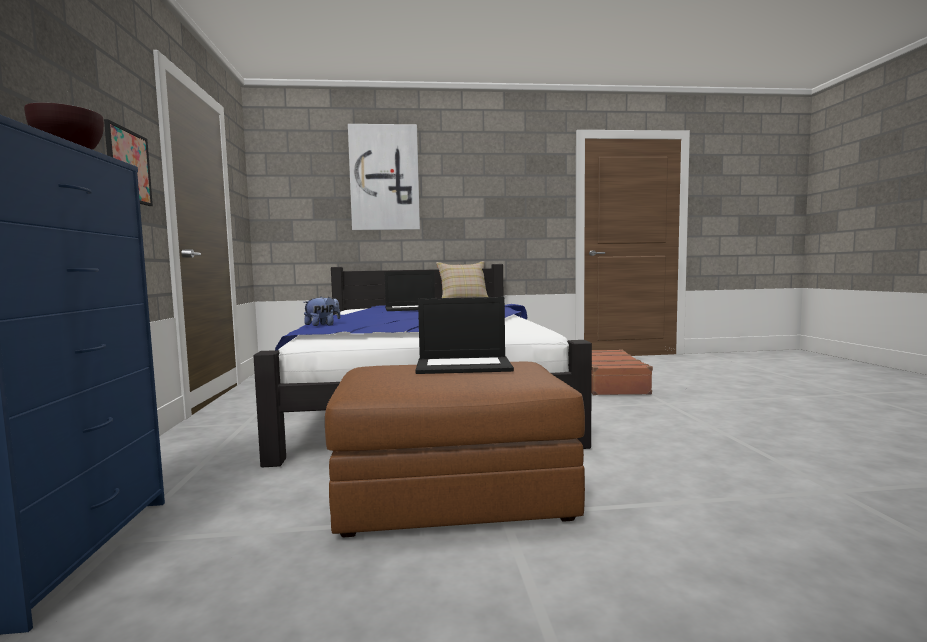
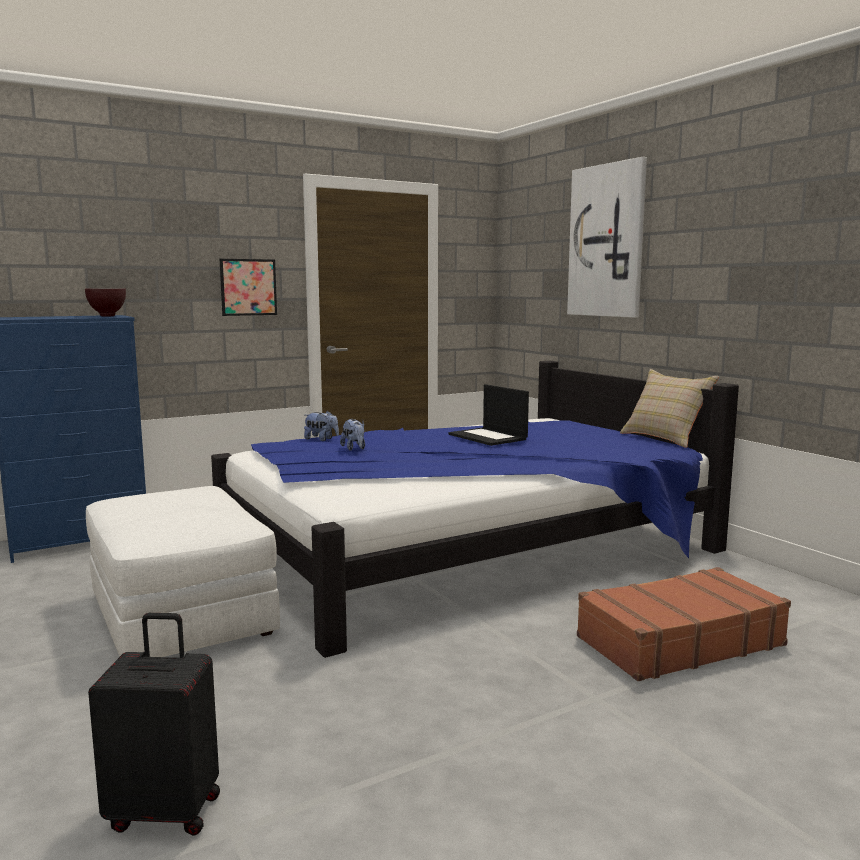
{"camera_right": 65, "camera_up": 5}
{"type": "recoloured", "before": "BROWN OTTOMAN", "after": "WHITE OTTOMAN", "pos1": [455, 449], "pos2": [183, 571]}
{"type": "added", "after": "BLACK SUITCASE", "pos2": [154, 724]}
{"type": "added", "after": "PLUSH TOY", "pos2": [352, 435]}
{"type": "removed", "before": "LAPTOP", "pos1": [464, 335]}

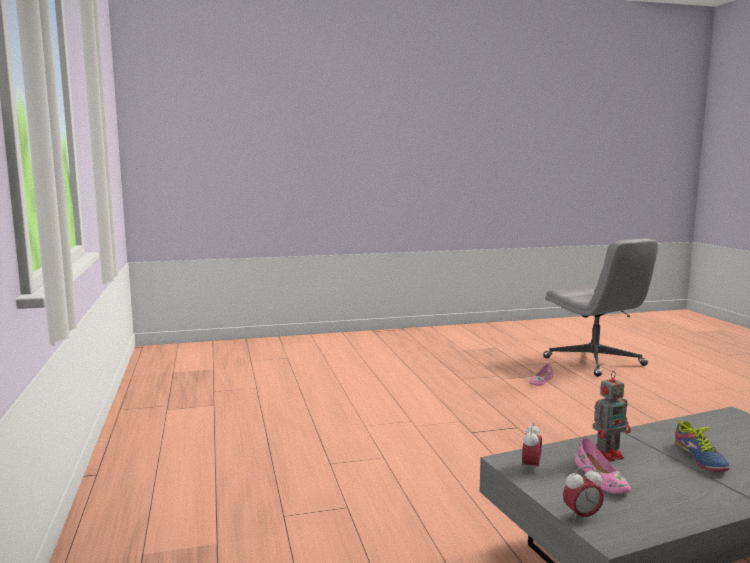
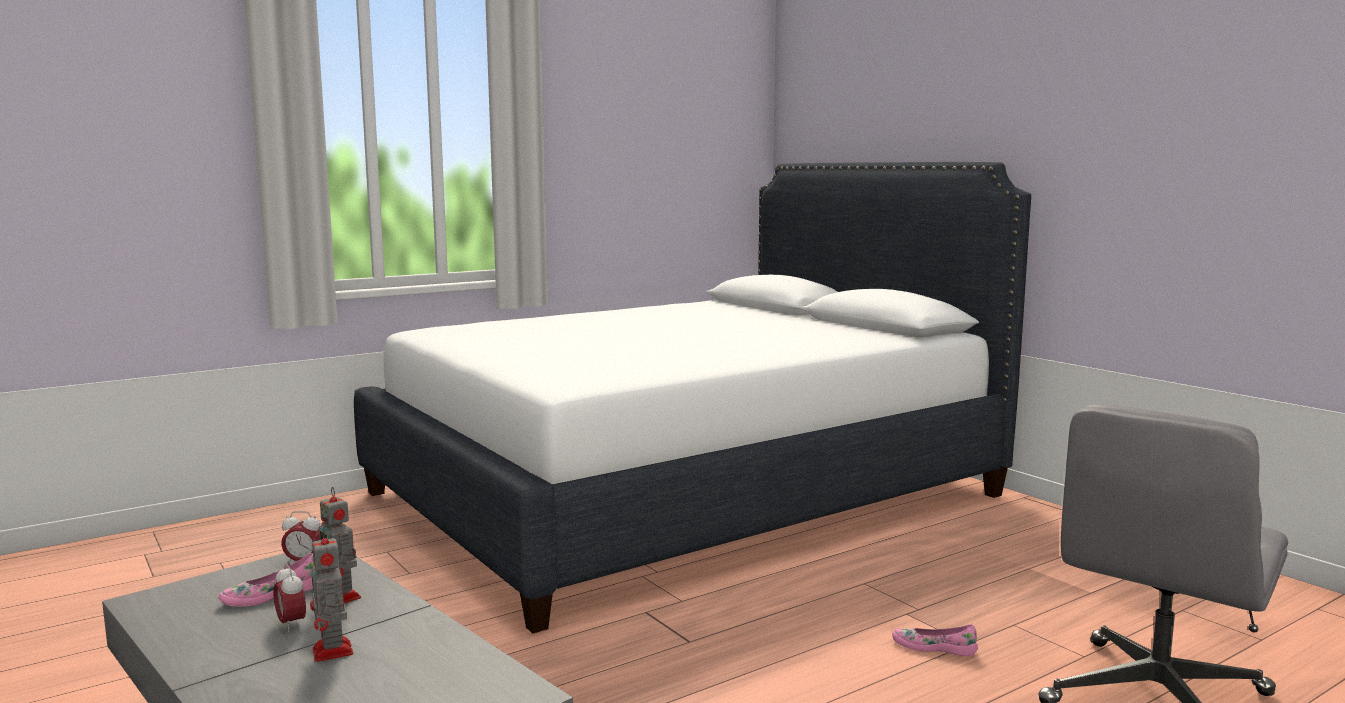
{"camera_right": 70, "camera_up": 0}
{"type": "moved", "before": "ALARM CLOCK", "pos1": [583, 494], "pos2": [289, 598]}
{"type": "replaced", "before": "SHOE", "after": "TOY ROBOT", "pos1": [702, 445], "pos2": [331, 595]}
{"type": "added", "after": "WHITE BED", "pos2": [692, 397]}

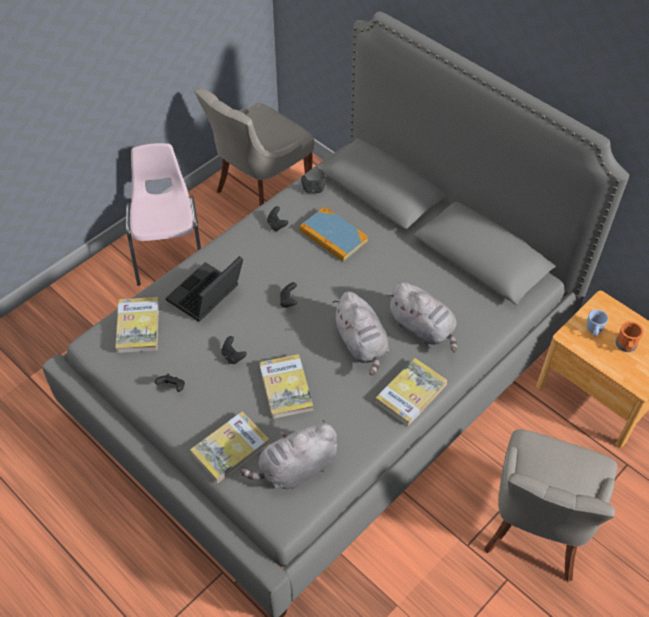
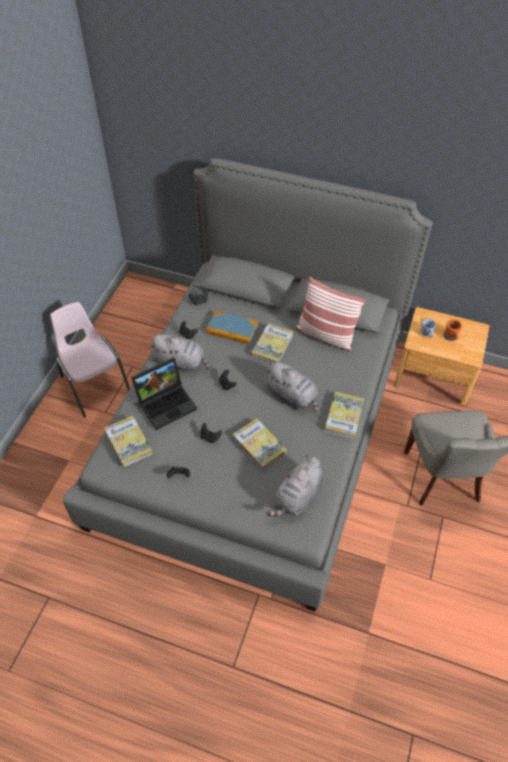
{"camera_right": -25, "camera_up": 0}
{"type": "turned", "before": "LAPTOP", "pos1": [204, 289], "pos2": [164, 394], "turn": -135}
{"type": "moved", "before": "GREY PLUSH TOY", "pos1": [422, 317], "pos2": [179, 353]}
{"type": "moved", "before": "BOOK", "pos1": [230, 447], "pos2": [273, 343]}
{"type": "added", "after": "PILLOW", "pos2": [330, 314]}
{"type": "removed", "before": "GREY CHAIR", "pos1": [254, 147]}

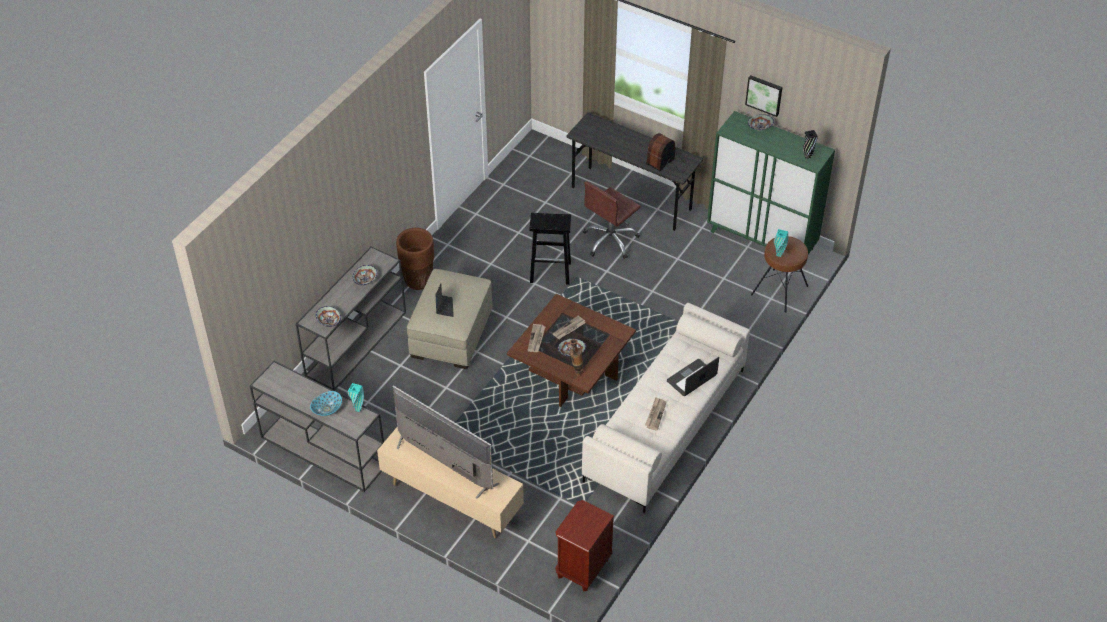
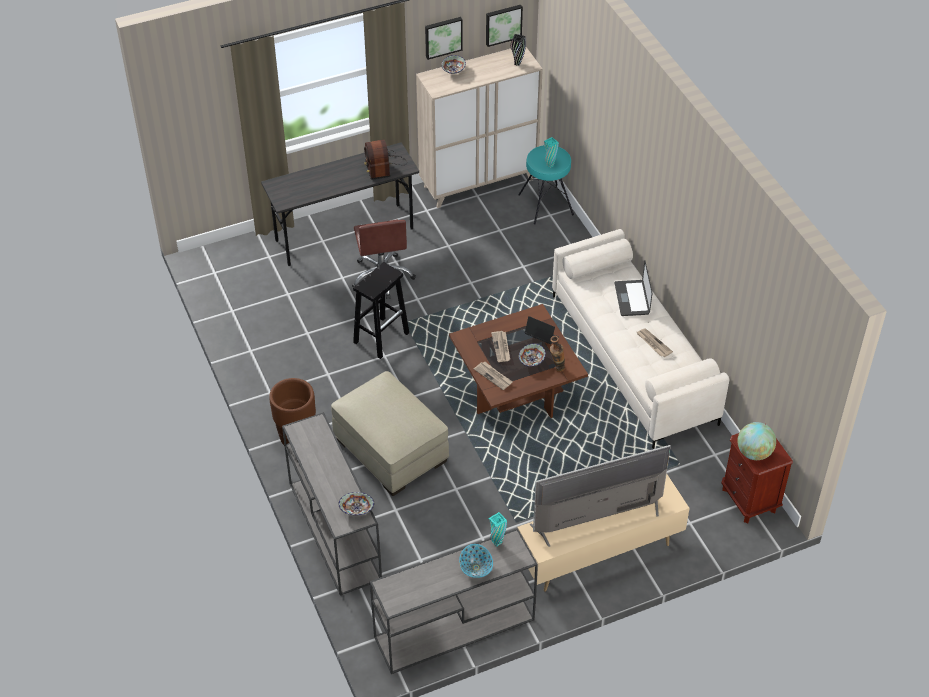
{"camera_right": -55, "camera_up": 0}
{"type": "recoloured", "before": "GREEN CABINET", "after": "BEIGE CABINET", "pos1": [771, 183], "pos2": [479, 127]}
{"type": "added", "after": "PICTURE", "pos2": [504, 26]}
{"type": "recoloured", "before": "BROWN STOOL", "after": "TURQUOISE STOOL", "pos1": [779, 274], "pos2": [546, 184]}
{"type": "moved", "before": "LAPTOP", "pos1": [445, 300], "pos2": [540, 330]}
{"type": "added", "after": "GLOBE", "pos2": [756, 441]}
{"type": "removed", "before": "BOWL", "pos1": [365, 275]}

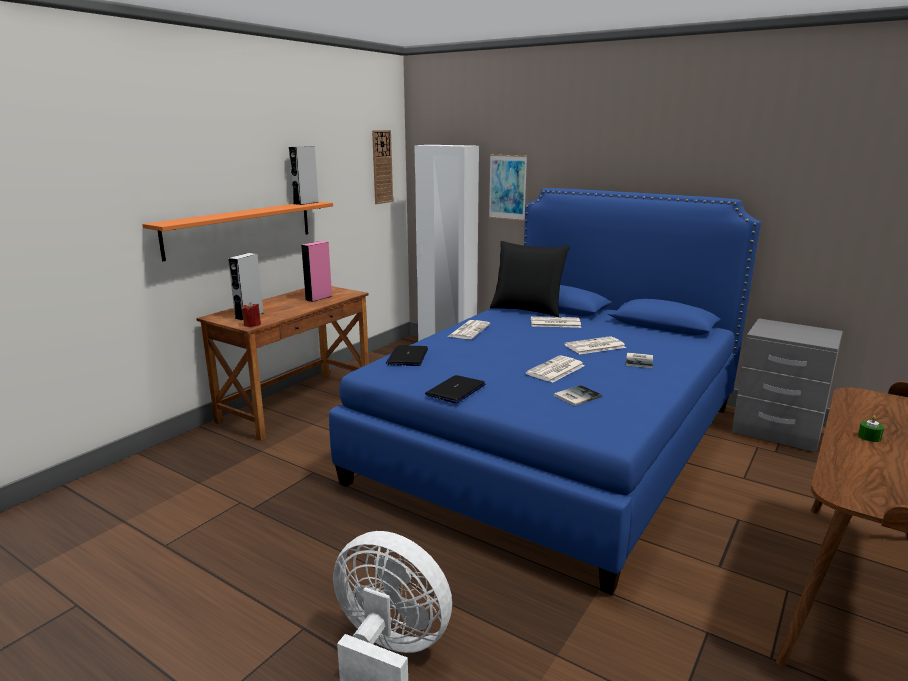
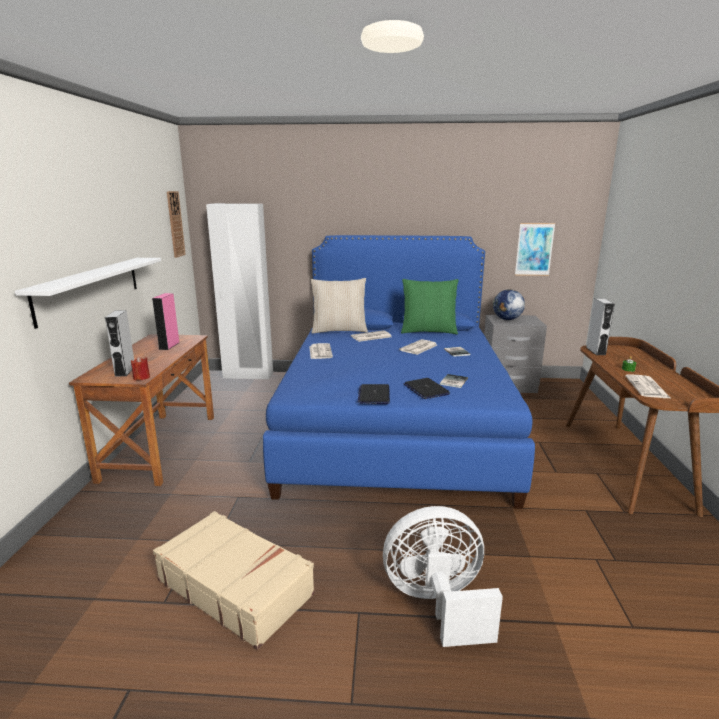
{"camera_right": -30, "camera_up": 0}
{"type": "recoloured", "before": "ORANGE SHELF", "after": "WHITE SHELF", "pos1": [237, 231], "pos2": [87, 293]}
{"type": "added", "after": "BEIGE SUITCASE", "pos2": [234, 580]}
{"type": "recoloured", "before": "BLACK PILLOW", "after": "BEIGE PILLOW", "pos1": [530, 279], "pos2": [339, 306]}
{"type": "added", "after": "GREEN PILLOW", "pos2": [430, 306]}
{"type": "moved", "before": "LAPTOP", "pos1": [407, 356], "pos2": [427, 388]}
{"type": "added", "after": "GLOBE", "pos2": [509, 304]}
{"type": "moved", "before": "PICTURE", "pos1": [508, 188], "pos2": [535, 249]}
{"type": "moved", "before": "GREY SPEAKER", "pos1": [304, 175], "pos2": [600, 326]}
{"type": "moved", "before": "NEWSPAPER", "pos1": [555, 369], "pos2": [647, 386]}

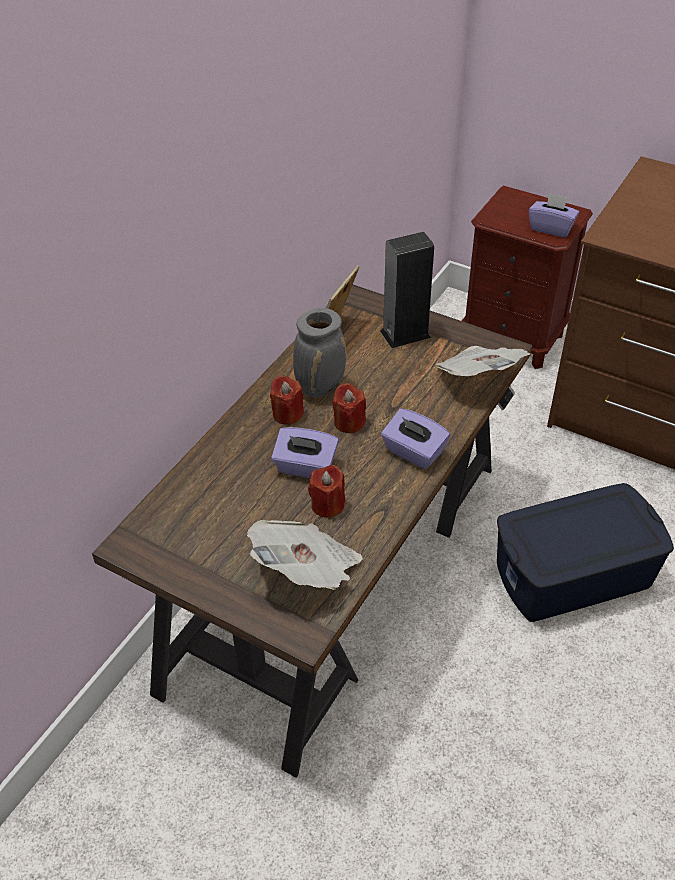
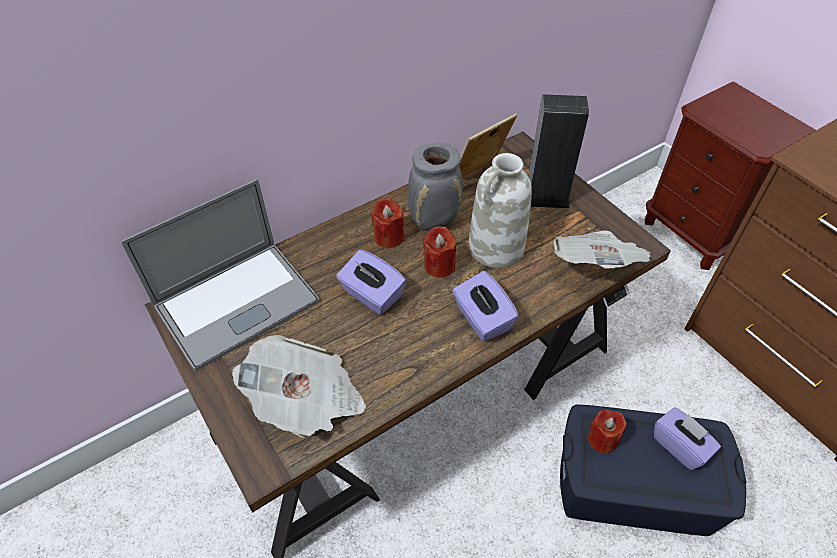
{"camera_right": 25, "camera_up": 5}
{"type": "added", "after": "LAPTOP", "pos2": [220, 275]}
{"type": "added", "after": "WHITE VASE", "pos2": [500, 210]}
{"type": "moved", "before": "RED CANDLE", "pos1": [326, 492], "pos2": [607, 432]}
{"type": "moved", "before": "PURPLE TISSUE BOX", "pos1": [554, 215], "pos2": [687, 438]}

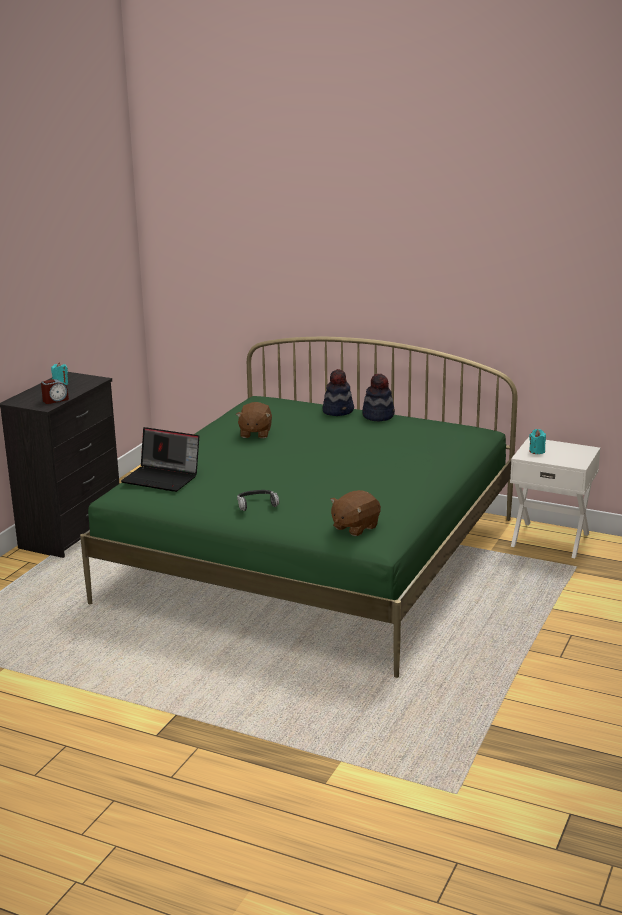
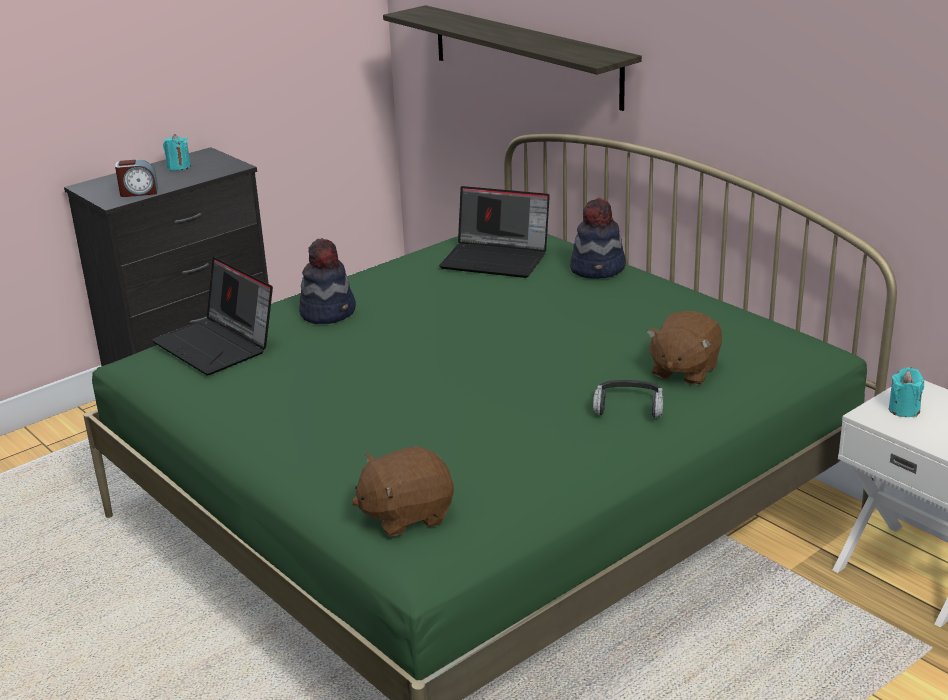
{"camera_right": 25, "camera_up": 5}
{"type": "moved", "before": "HAT", "pos1": [378, 397], "pos2": [327, 281]}
{"type": "added", "after": "SHELF", "pos2": [512, 58]}
{"type": "added", "after": "LAPTOP", "pos2": [494, 232]}
{"type": "moved", "before": "HEADPHONES", "pos1": [258, 500], "pos2": [628, 399]}
{"type": "moved", "before": "BROWN PLUSH TOY", "pos1": [254, 420], "pos2": [684, 348]}

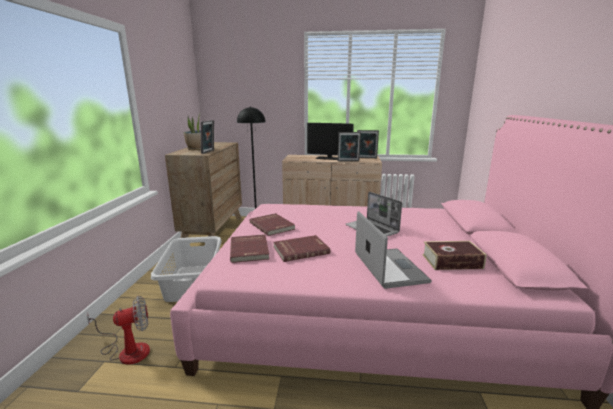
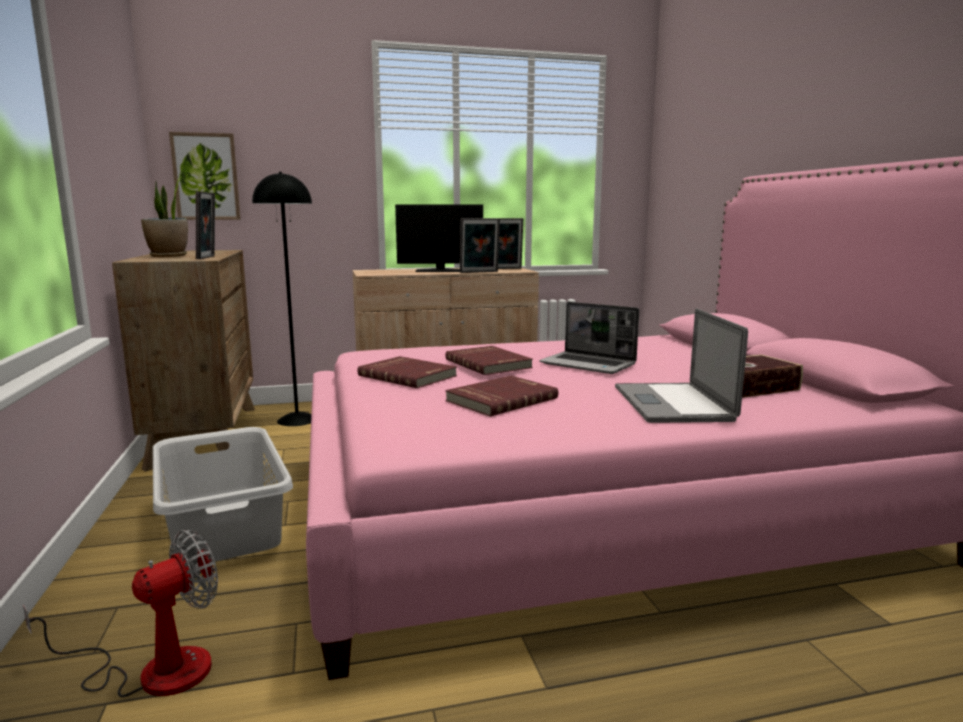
{"camera_right": -20, "camera_up": -5}
{"type": "added", "after": "PICTURE", "pos2": [205, 176]}
{"type": "moved", "before": "RED BOOK", "pos1": [249, 248], "pos2": [489, 360]}
{"type": "turned", "before": "LAPTOP", "pos1": [393, 250], "pos2": [681, 365], "turn": -150}

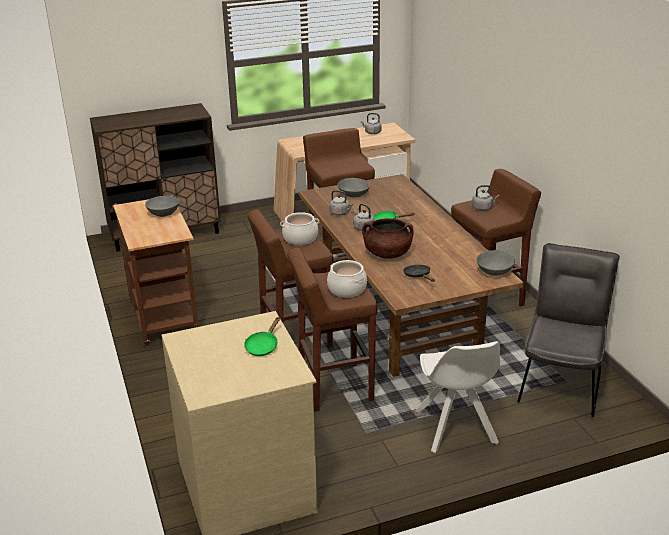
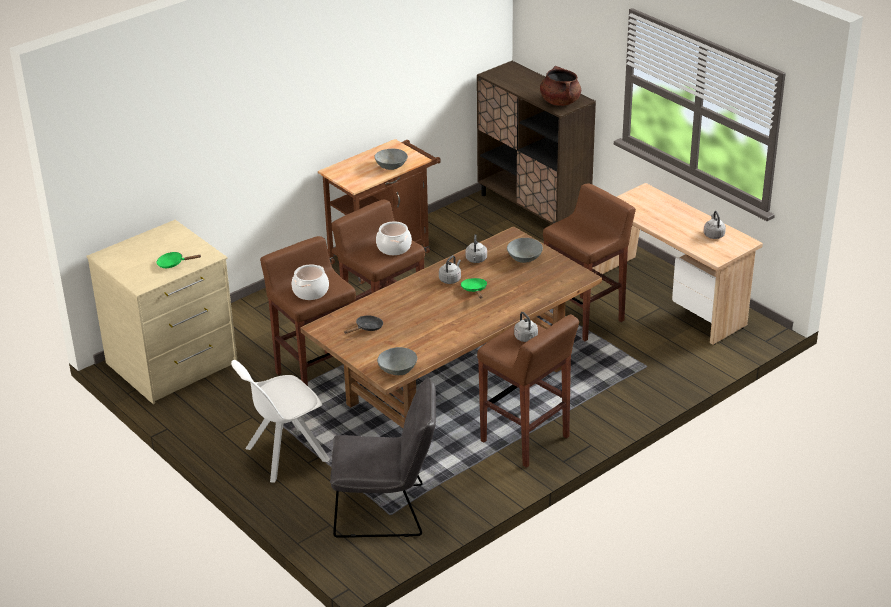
{"camera_right": 70, "camera_up": 5}
{"type": "moved", "before": "BROWN COOKING POT", "pos1": [388, 238], "pos2": [560, 86]}

